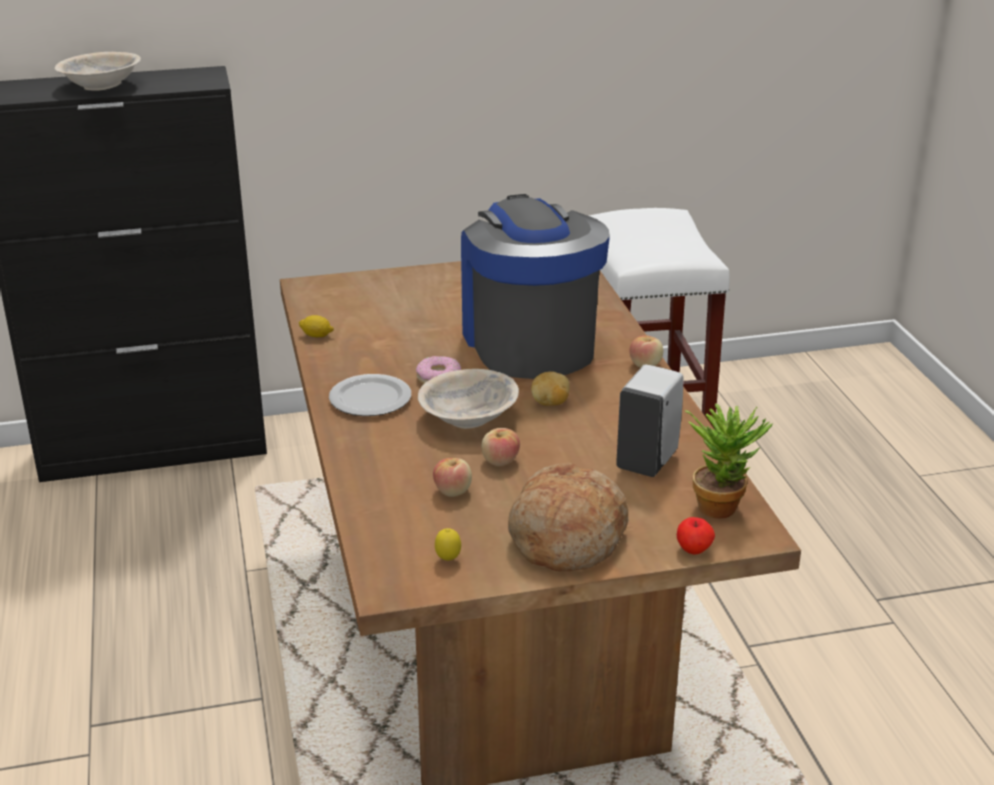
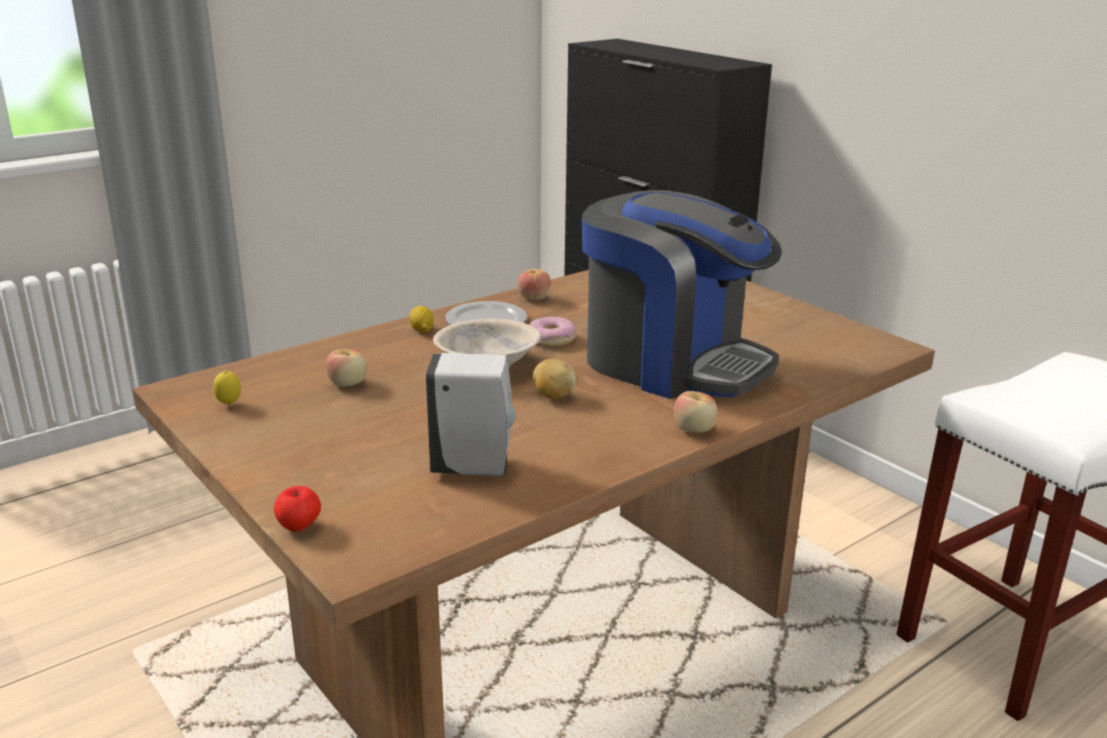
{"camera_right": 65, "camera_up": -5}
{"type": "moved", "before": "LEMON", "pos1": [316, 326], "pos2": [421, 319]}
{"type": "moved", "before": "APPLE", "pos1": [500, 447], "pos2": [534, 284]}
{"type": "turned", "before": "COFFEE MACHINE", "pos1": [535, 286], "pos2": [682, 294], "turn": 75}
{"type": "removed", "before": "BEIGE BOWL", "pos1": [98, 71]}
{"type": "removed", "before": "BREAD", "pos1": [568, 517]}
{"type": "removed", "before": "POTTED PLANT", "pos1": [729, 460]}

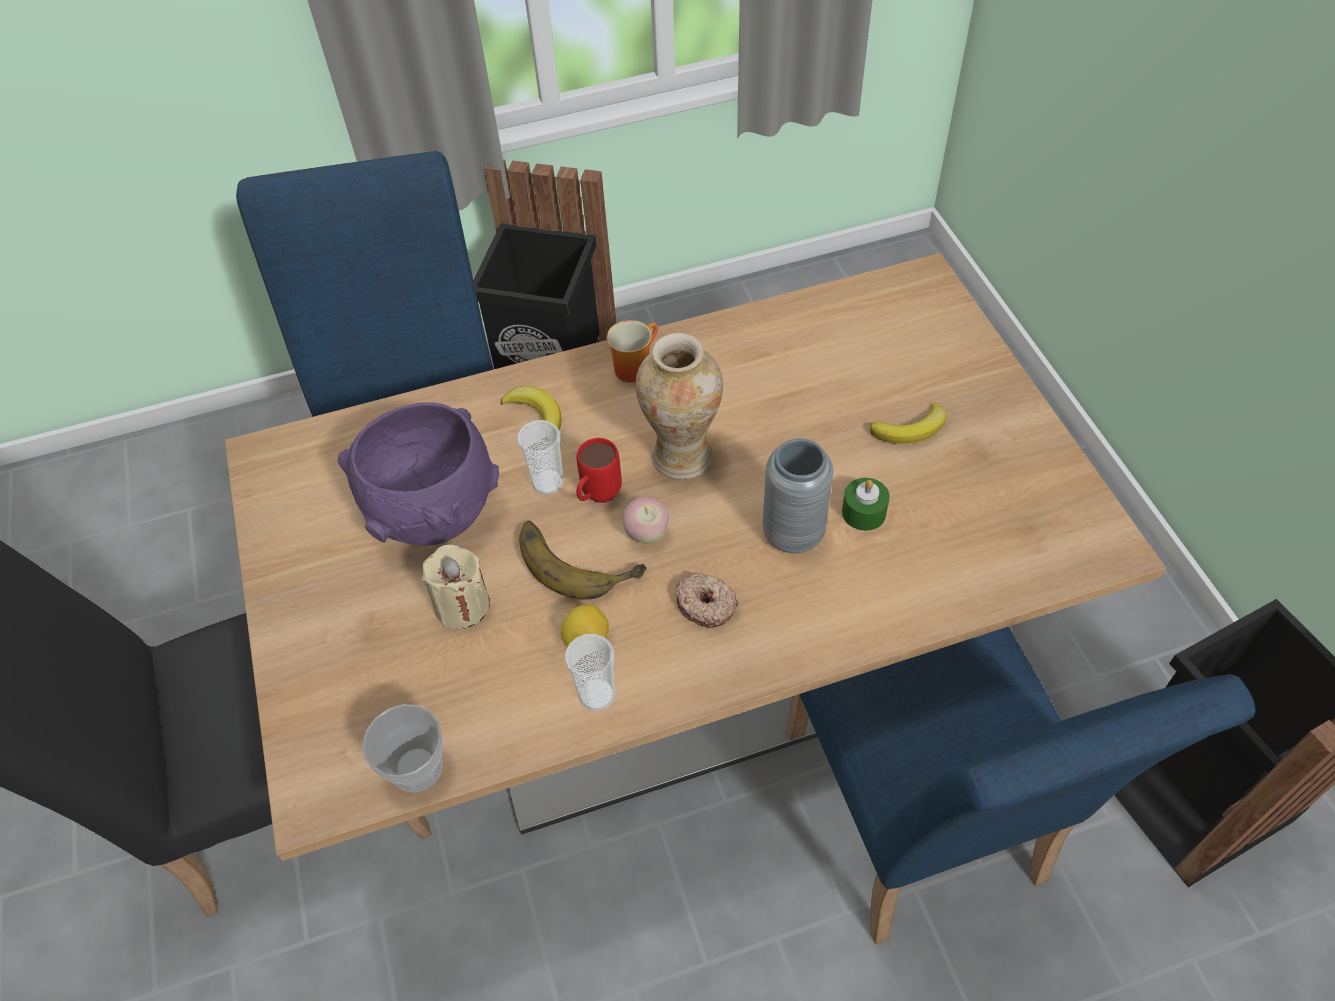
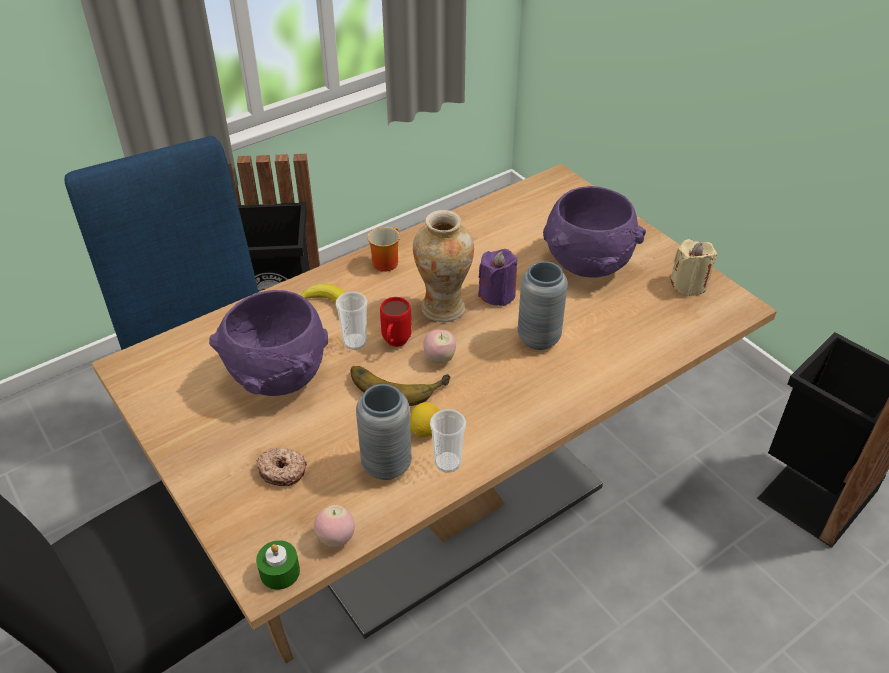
{"camera_right": -20, "camera_up": -10}
{"type": "moved", "before": "DONUT", "pos1": [707, 600], "pos2": [281, 467]}
{"type": "moved", "before": "GREEN CANDLE", "pos1": [866, 504], "pos2": [278, 565]}
{"type": "replaced", "before": "CUP", "after": "APPLE", "pos1": [402, 748], "pos2": [334, 526]}
{"type": "added", "after": "GREY VASE", "pos2": [383, 432]}
{"type": "added", "after": "PURPLE CANDLE", "pos2": [497, 277]}
{"type": "replaced", "before": "BANANA", "after": "PURPLE BOWL", "pos1": [908, 423], "pos2": [594, 231]}
{"type": "moved", "before": "BEIGE CANDLE", "pos1": [456, 587], "pos2": [693, 267]}
{"type": "removed", "before": "BLUE CHAIR", "pos1": [1021, 785]}

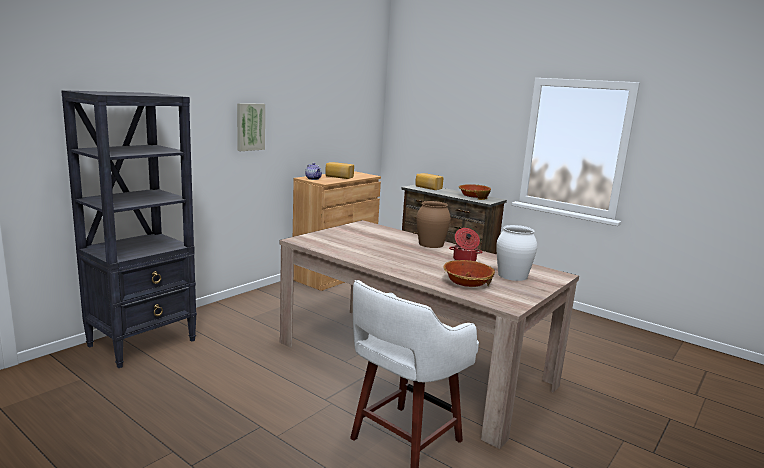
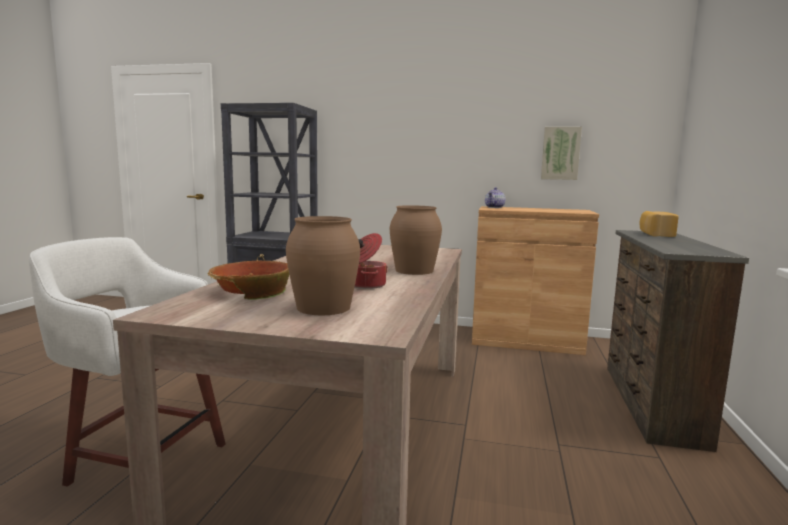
{"camera_right": 65, "camera_up": -5}
{"type": "recoloured", "before": "WHITE VASE", "after": "BROWN VASE", "pos1": [516, 253], "pos2": [323, 265]}
{"type": "moved", "before": "PICTURE", "pos1": [251, 127], "pos2": [561, 153]}
{"type": "removed", "before": "BREAD", "pos1": [339, 170]}
{"type": "removed", "before": "BOWL", "pos1": [475, 192]}

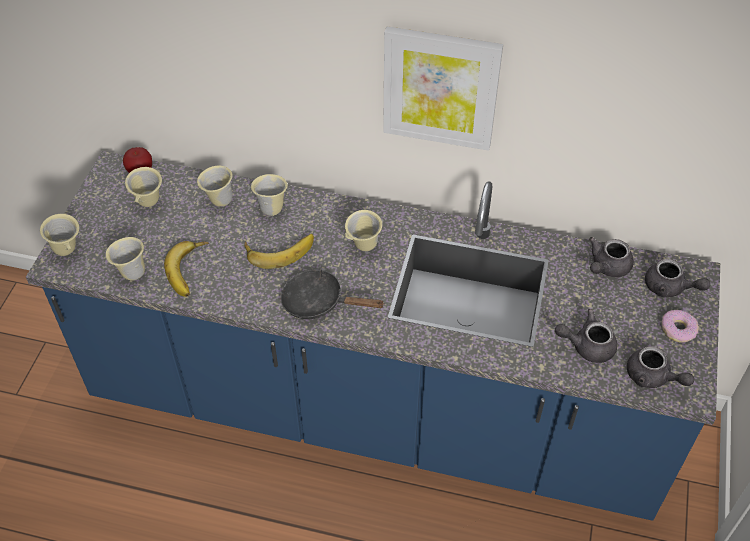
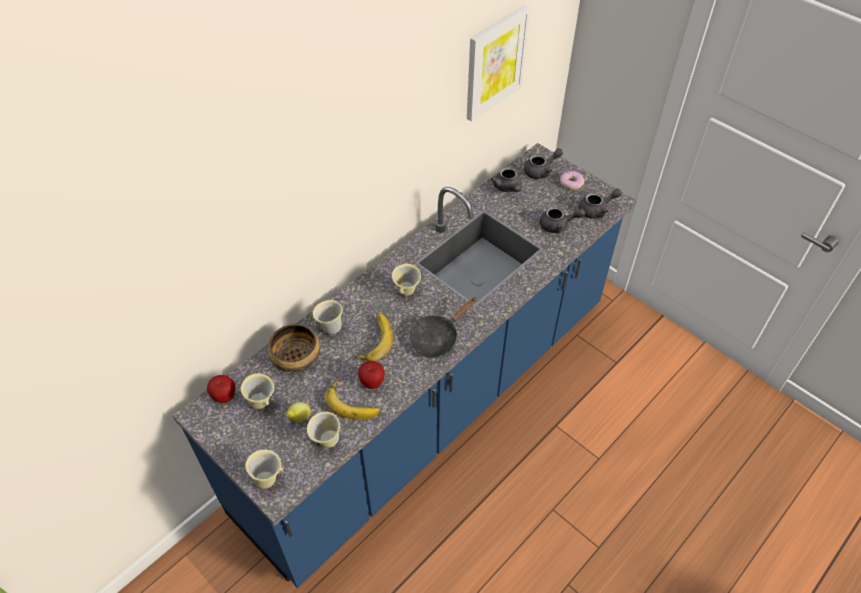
{"camera_right": -60, "camera_up": 0}
{"type": "replaced", "before": "BEIGE MUG", "after": "BOWL", "pos1": [215, 186], "pos2": [294, 348]}
{"type": "added", "after": "LEMON", "pos2": [298, 412]}
{"type": "added", "after": "APPLE", "pos2": [371, 375]}
{"type": "moved", "before": "PICTURE", "pos1": [443, 88], "pos2": [499, 63]}
{"type": "turned", "before": "GREY TEAPOT", "pos1": [586, 336], "pos2": [562, 219], "turn": -120}

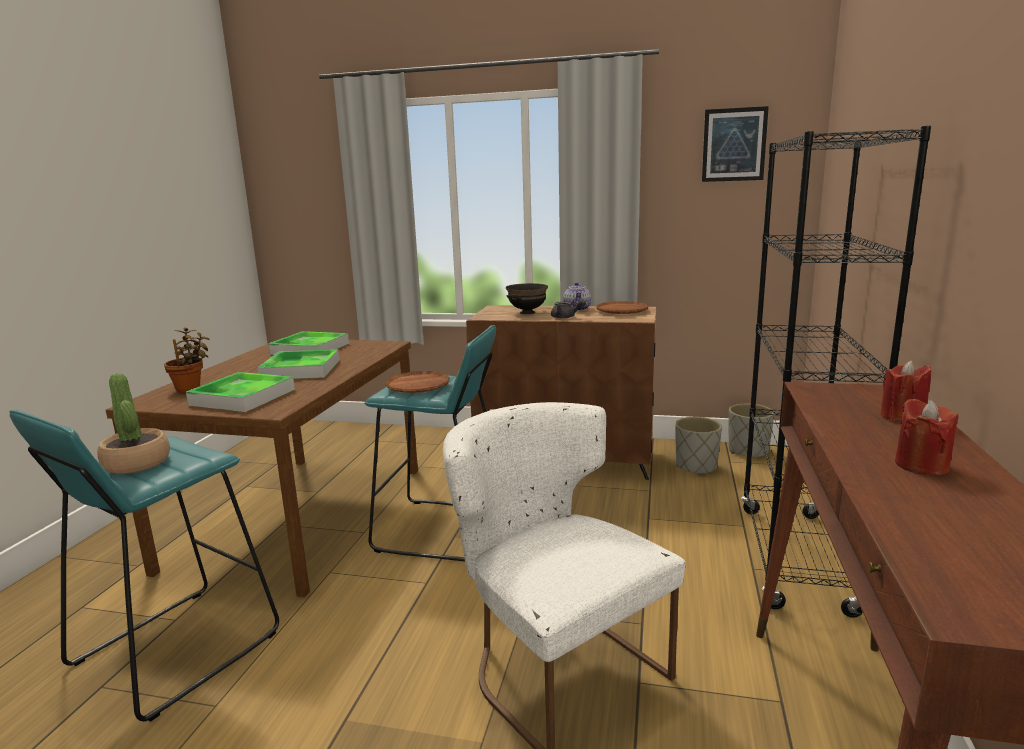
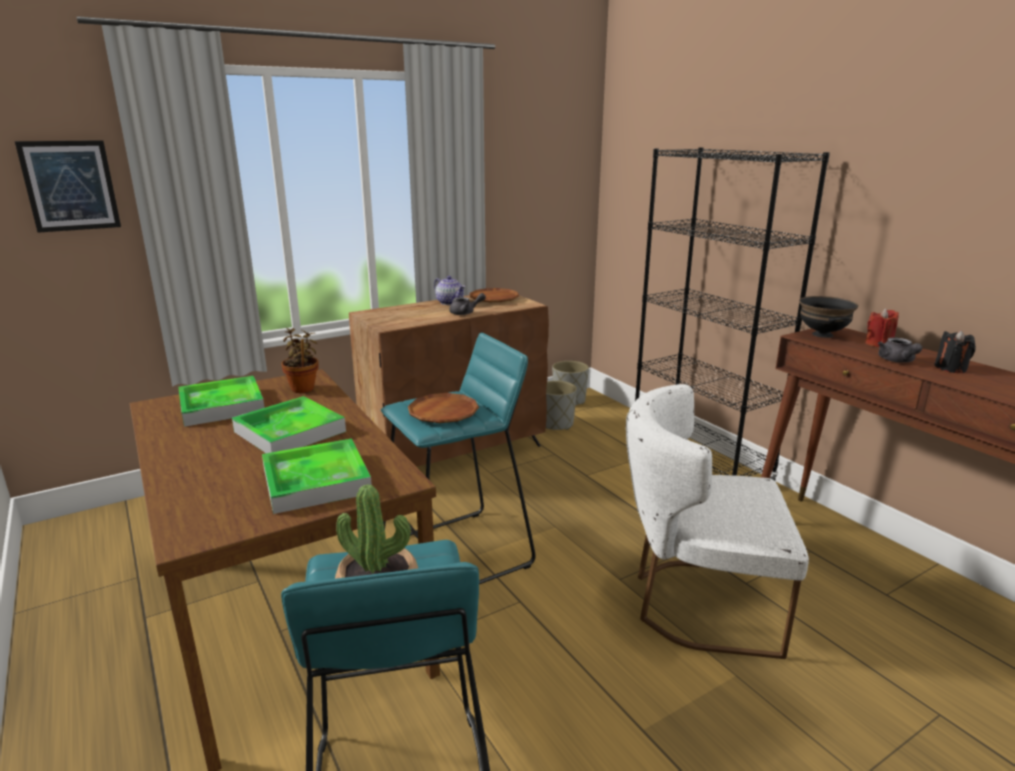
{"camera_right": -45, "camera_up": 5}
{"type": "moved", "before": "PICTURE", "pos1": [735, 144], "pos2": [68, 186]}
{"type": "moved", "before": "POTTED PLANT", "pos1": [186, 360], "pos2": [300, 360]}
{"type": "moved", "before": "BLACK BOWL", "pos1": [527, 298], "pos2": [828, 317]}
{"type": "added", "after": "GREY TEAPOT", "pos2": [900, 350]}
{"type": "recoloured", "before": "RED CANDLE", "after": "BLACK CANDLE", "pos1": [926, 437], "pos2": [955, 351]}

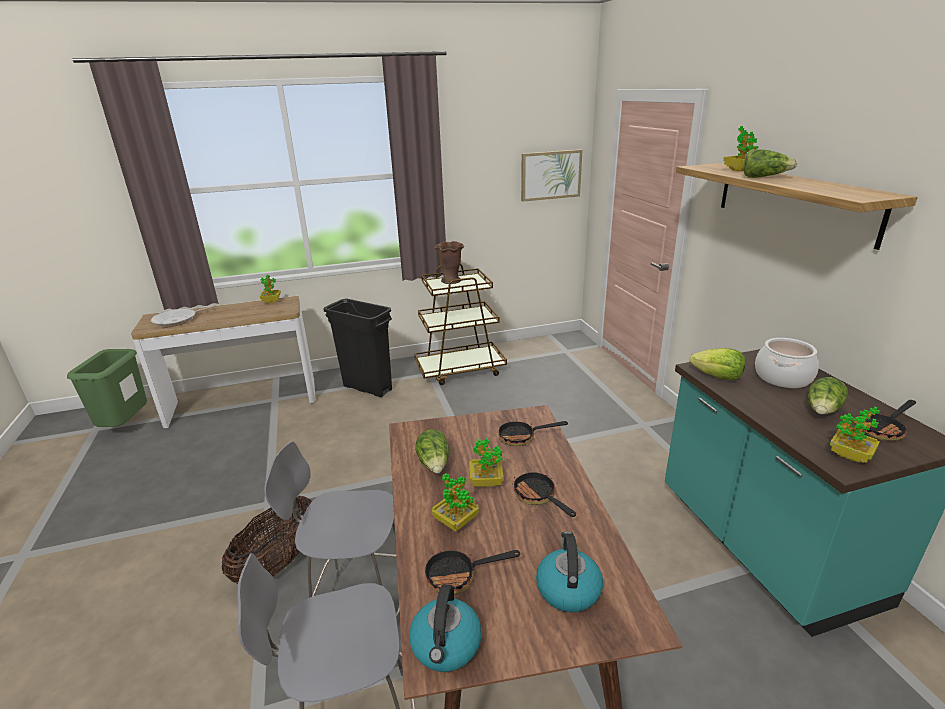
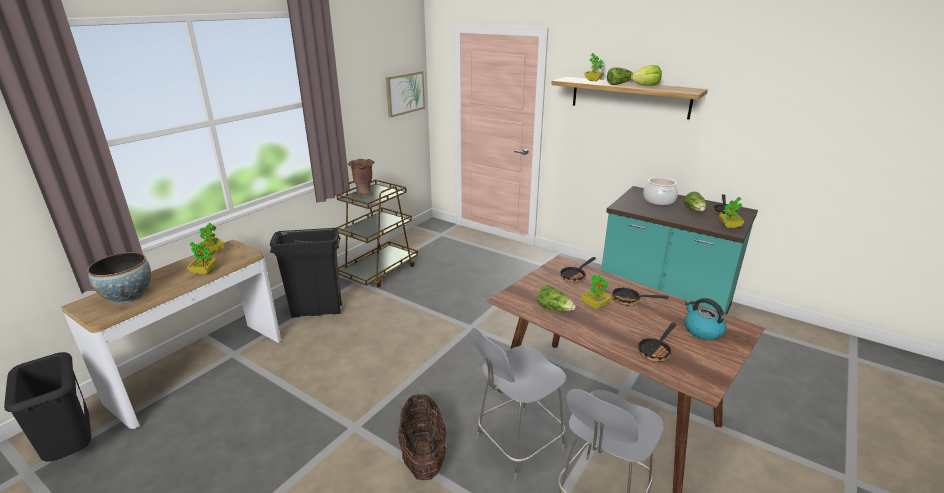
{"camera_right": -40, "camera_up": 0}
{"type": "recoloured", "before": "GREEN TRASH CAN", "after": "BLACK TRASH CAN", "pos1": [107, 388], "pos2": [47, 407]}
{"type": "replaced", "before": "FRYING PAN", "after": "BOWL", "pos1": [184, 316], "pos2": [119, 278]}
{"type": "moved", "before": "POTTED PLANT", "pos1": [455, 502], "pos2": [202, 258]}
{"type": "moved", "before": "LETTUCE", "pos1": [717, 364], "pos2": [646, 75]}
{"type": "removed", "before": "KETTLE", "pos1": [445, 628]}

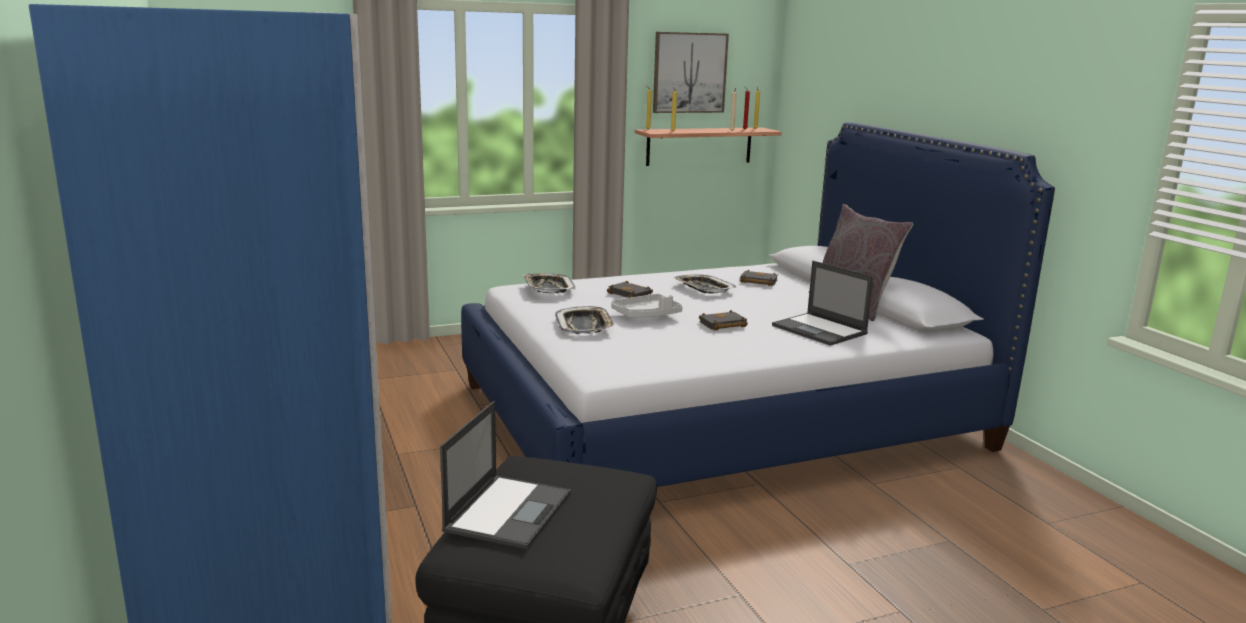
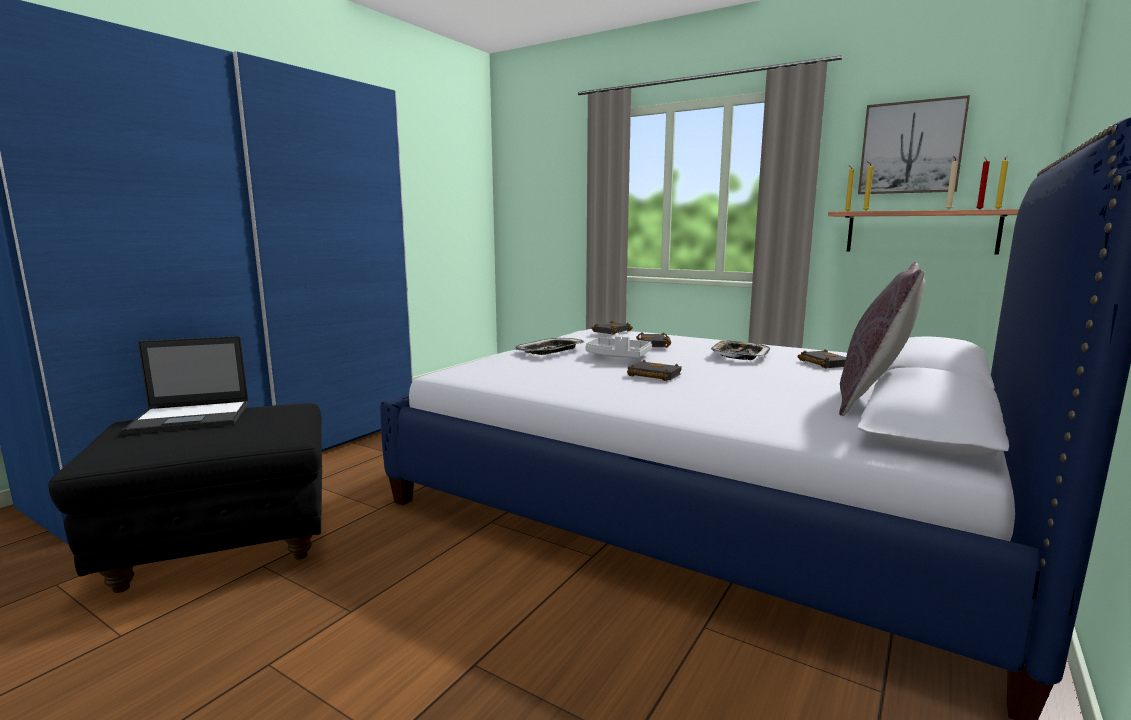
{"camera_right": 55, "camera_up": -5}
{"type": "replaced", "before": "TRAY", "after": "BLACK BOOK", "pos1": [549, 283], "pos2": [612, 328]}
{"type": "removed", "before": "LAPTOP", "pos1": [823, 303]}

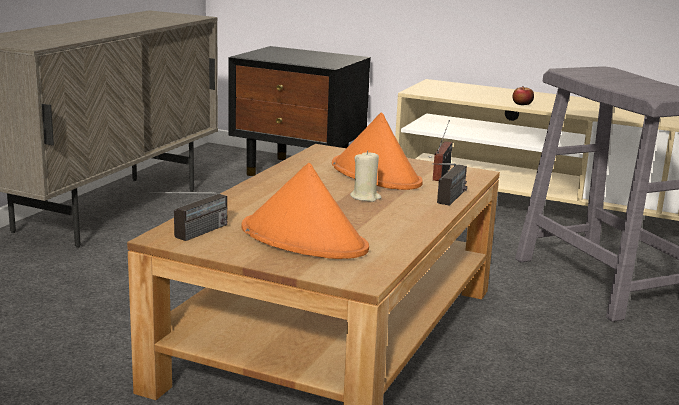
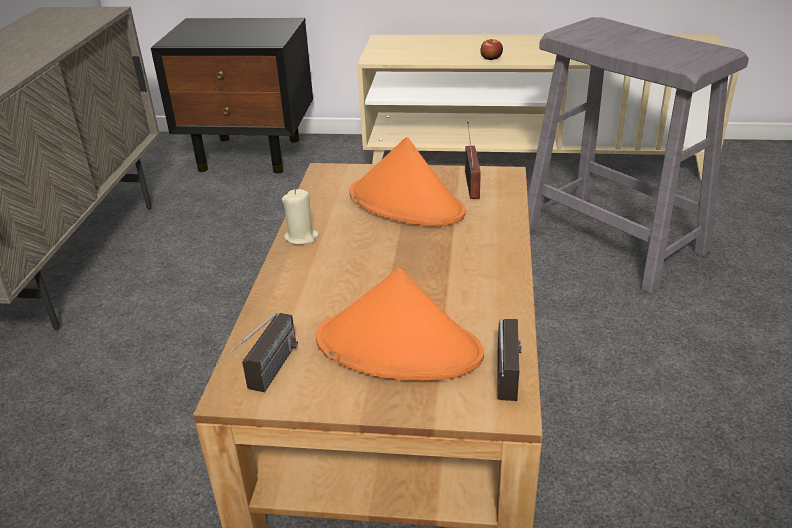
{"camera_right": -15, "camera_up": 15}
{"type": "moved", "before": "BEIGE CANDLE", "pos1": [366, 176], "pos2": [300, 217]}
{"type": "moved", "before": "RADIO", "pos1": [449, 184], "pos2": [509, 360]}

